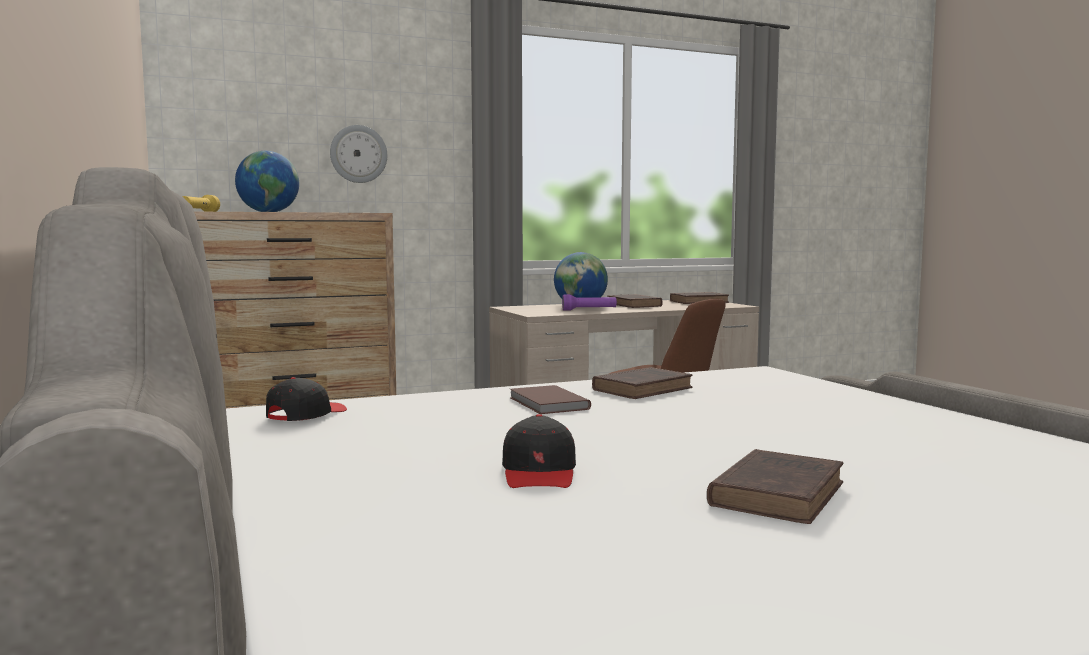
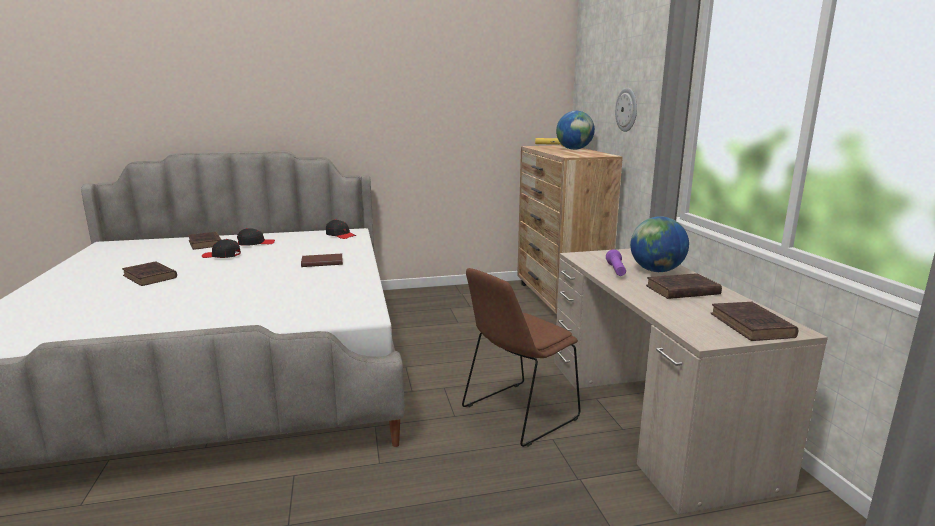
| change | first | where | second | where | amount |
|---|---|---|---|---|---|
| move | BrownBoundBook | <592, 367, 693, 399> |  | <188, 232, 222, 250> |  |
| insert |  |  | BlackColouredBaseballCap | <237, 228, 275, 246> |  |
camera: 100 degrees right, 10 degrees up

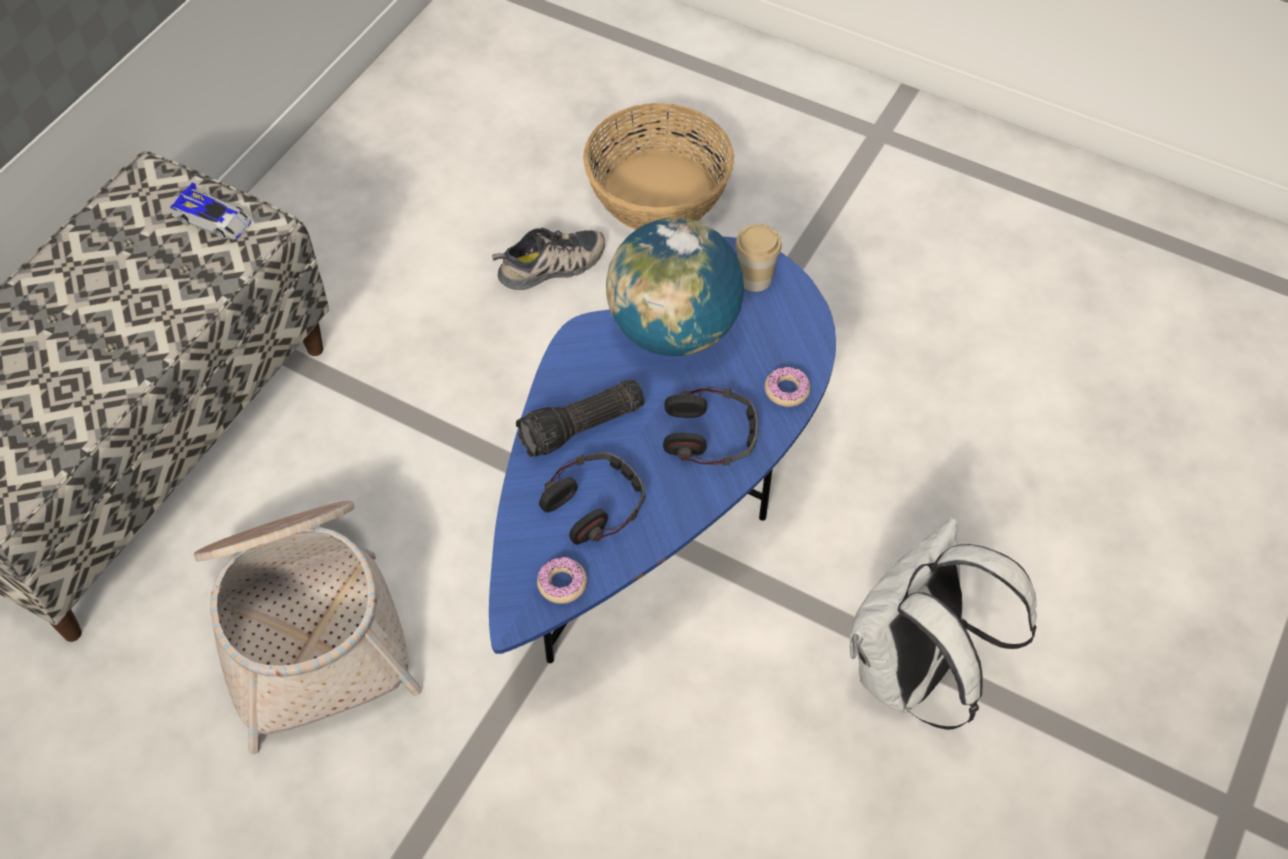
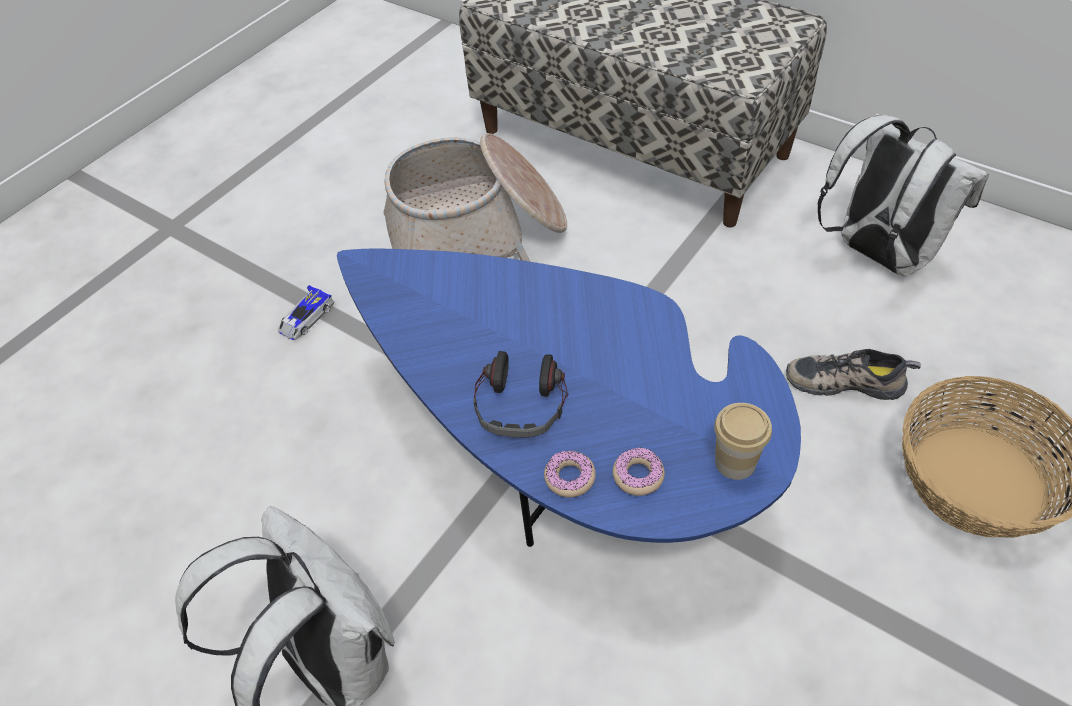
| change | first | where | second | where | amount |
|---|---|---|---|---|---|
| move | ModelCar | <170, 182, 252, 240> |  | <278, 285, 334, 340> |  |
| move | Doughnut | <537, 557, 587, 604> |  | <613, 448, 665, 496> |  |
| rotate | Shoe | <492, 227, 605, 290> |  | <786, 349, 921, 400> | 120 degrees clockwise |
| insert |  |  | WhitishKnapsack | <818, 113, 989, 276> |  |
| delete | Flashlight | <516, 379, 645, 458> |  |  |  |
| delete | Headset | <539, 452, 645, 545> |  |  |  |
| delete | Globe | <606, 218, 744, 356> |  |  |  |
camera: 100 degrees right, 5 degrees down

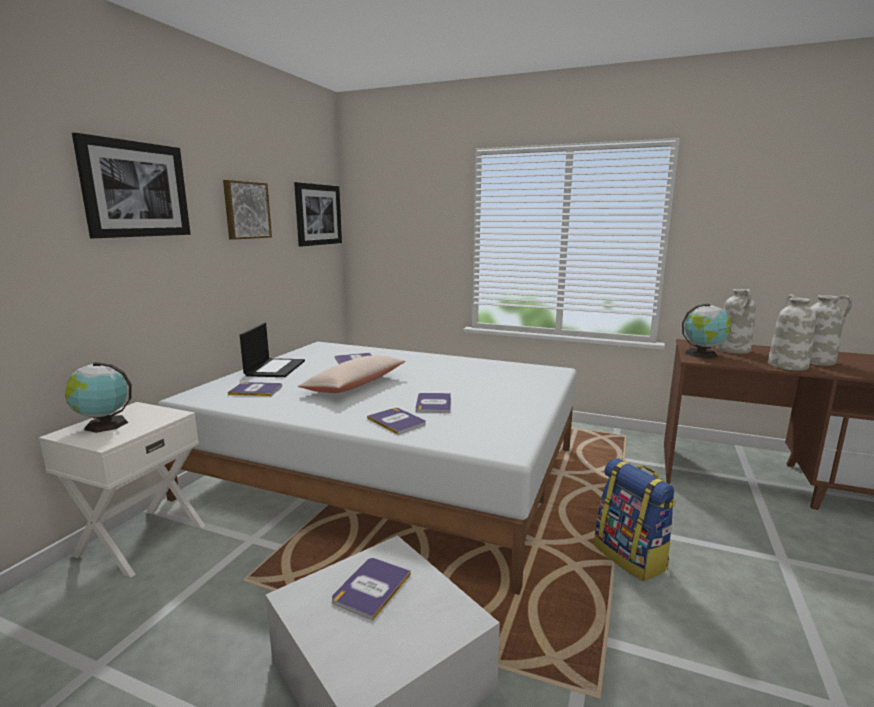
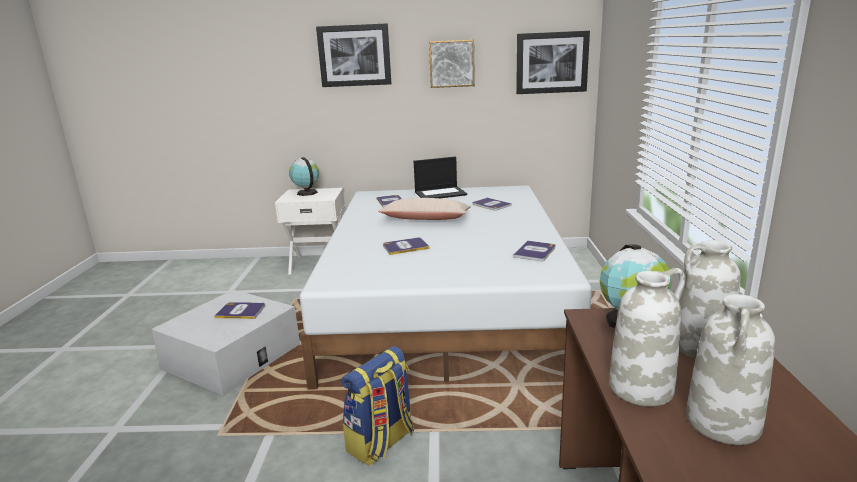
| change | first | where | second | where | amount |
|---|---|---|---|---|---|
| move | BoundBook | <367, 408, 426, 435> |  | <513, 240, 555, 261> |  |
camera: 70 degrees right, 5 degrees up

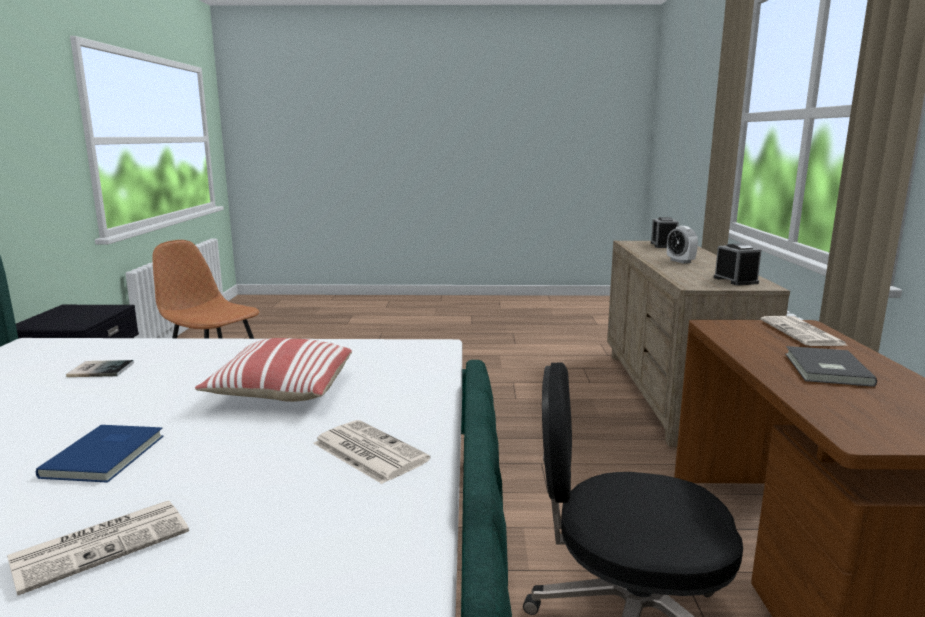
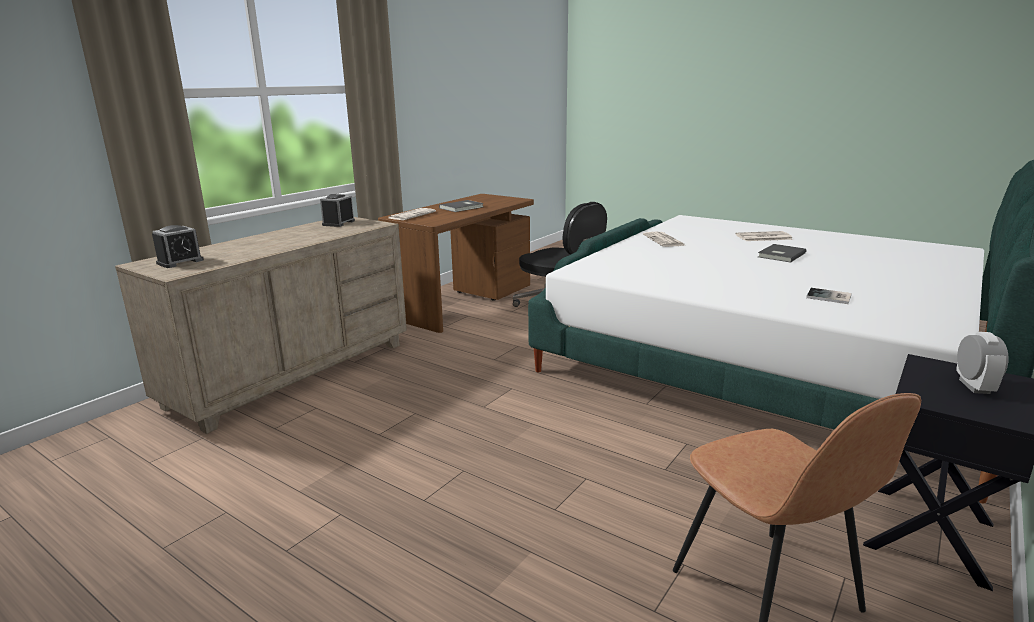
| change | first | where | second | where | amount |
|---|---|---|---|---|---|
| recolor | BlueBoundBook | <36, 425, 164, 483> | GreyishBoundBook | <758, 244, 806, 263> |  |
| move | BedsideClock | <667, 226, 698, 264> |  | <956, 332, 1009, 394> |  |
| delete | Cushion | <195, 338, 352, 402> |  |  |  |
camera: 145 degrees left, 5 degrees up

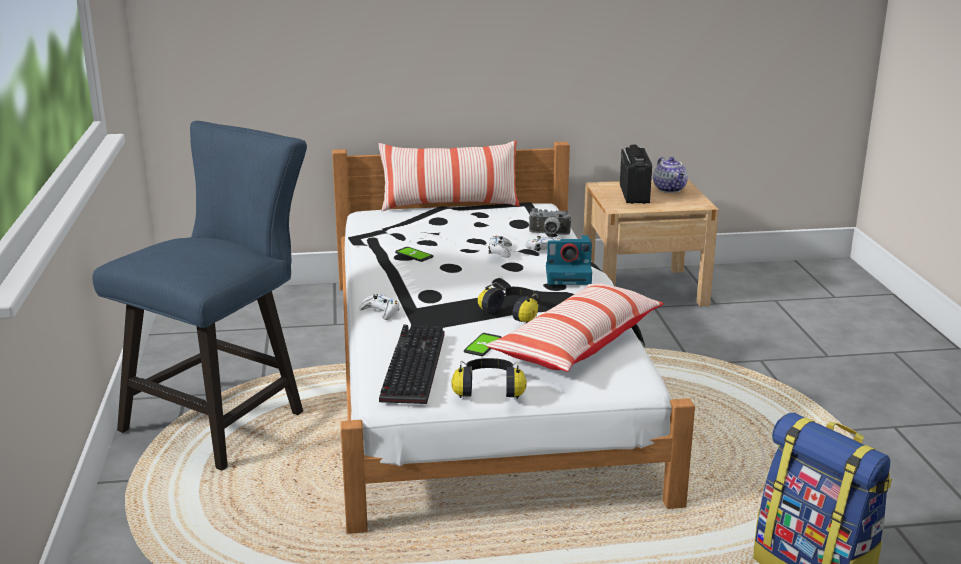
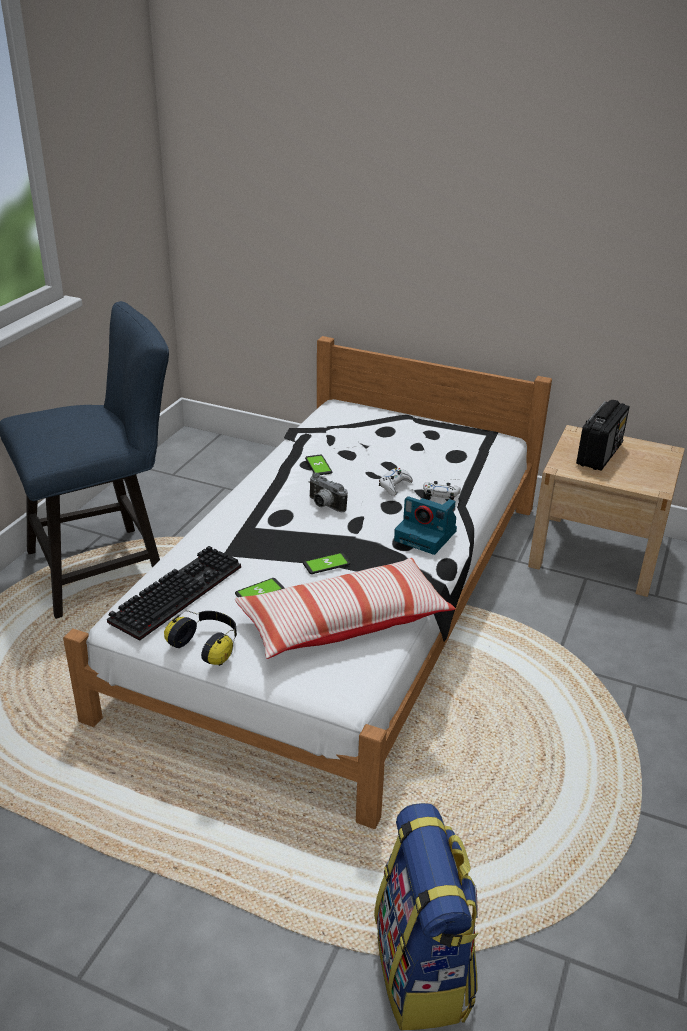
| change | first | where | second | where | amount |
|---|---|---|---|---|---|
| replace | Headset | <478, 282, 540, 323> | Handset | <303, 552, 351, 574> |  |
| move | StillCamera | <529, 208, 571, 235> |  | <309, 473, 348, 512> |  |
| delete | WhitishJoypad | <360, 294, 400, 320> |  |  |  |
| delete | Cushion | <379, 140, 520, 211> |  |  |  |
| delete | TeaPot | <653, 157, 688, 193> |  |  |  |
camera: 30 degrees right, 10 degrees up

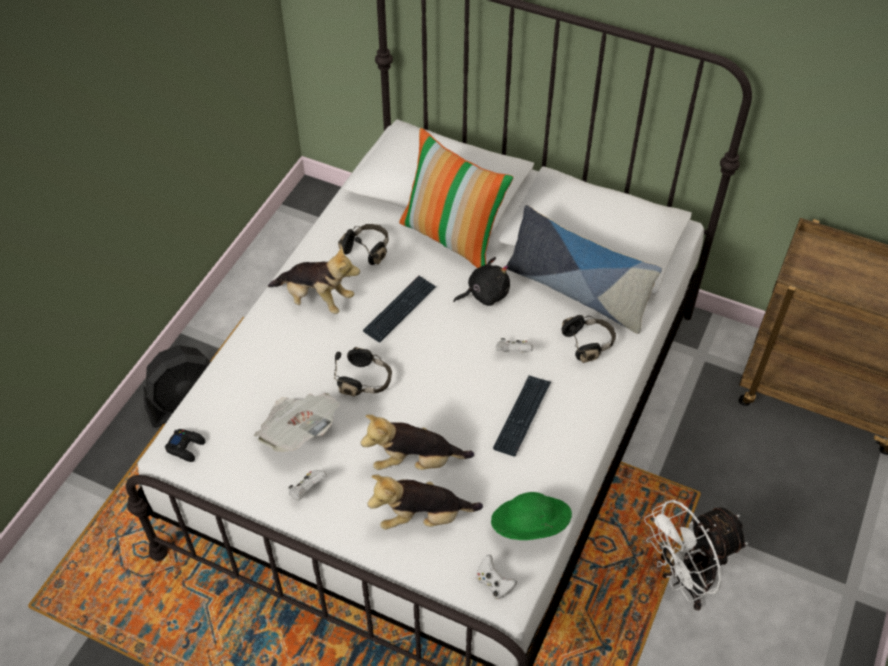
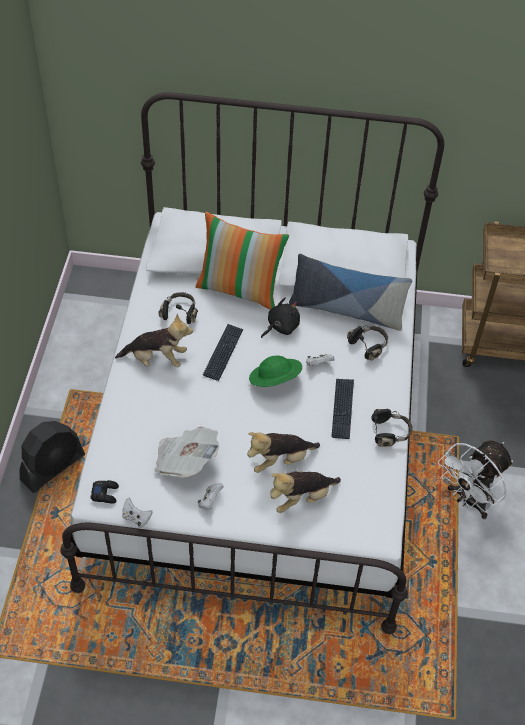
| change | first | where | second | where | amount |
|---|---|---|---|---|---|
| move | WhitishJoypad | <476, 554, 517, 600> |  | <122, 498, 153, 528> |  |
| move | GreenColouredClothingHat | <491, 492, 572, 540> |  | <249, 356, 302, 387> |  |
| move | BlackColouredHeadset | <334, 347, 392, 397> |  | <371, 409, 412, 447> |  |
camera: 20 degrees left, 0 degrees up

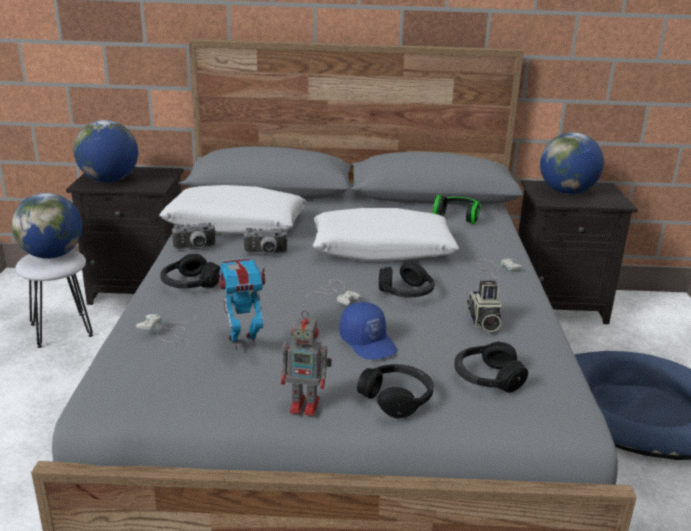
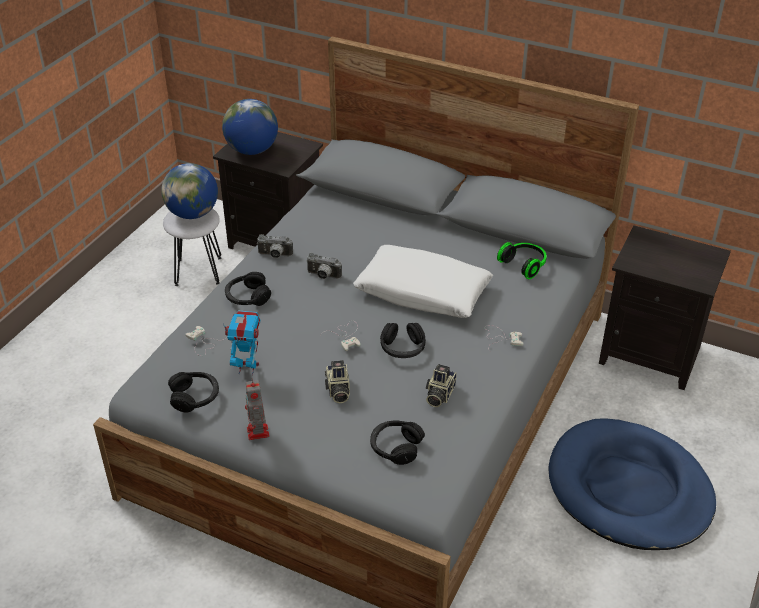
| change | first | where | second | where | amount |
|---|---|---|---|---|---|
| move | BlackColouredHeadset | <357, 364, 434, 419> |  | <168, 372, 219, 413> |  |
| rotate | ModelRobot | <281, 310, 332, 416> |  | <245, 379, 270, 440> | 45 degrees clockwise |
| replace | BlueBaseballCap | <340, 302, 397, 360> | StillCamera | <325, 360, 350, 403> |  |
| delete | WhitishCushion | <159, 185, 307, 234> |  |  |  |
| delete | Globe | <540, 132, 604, 194> |  |  |  |
camera: 25 degrees right, 15 degrees up

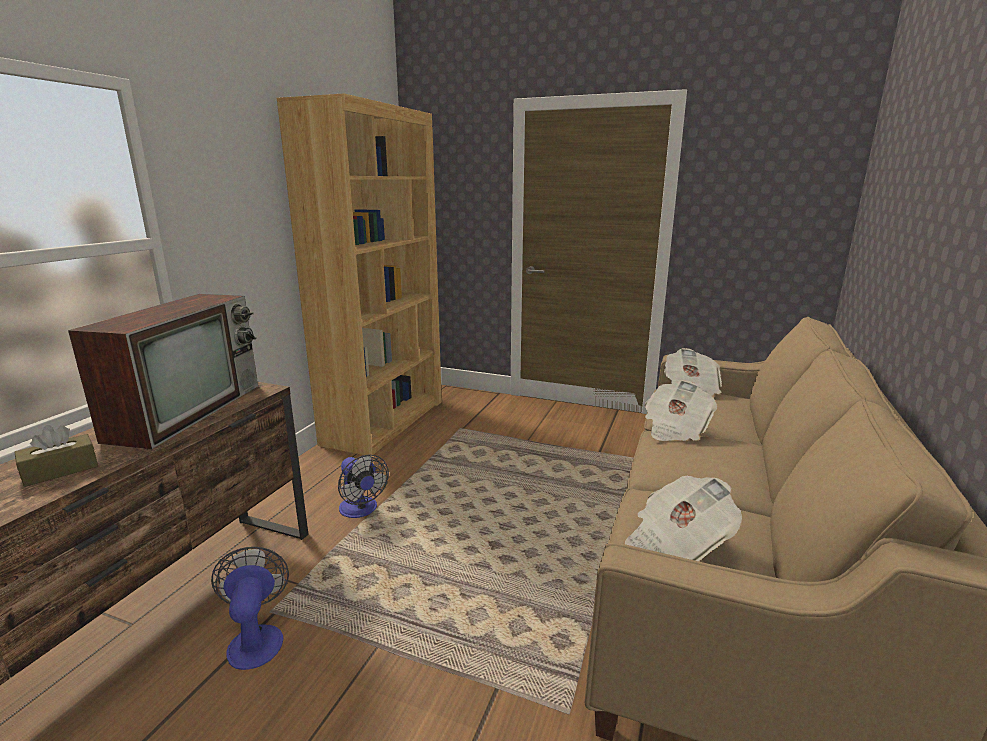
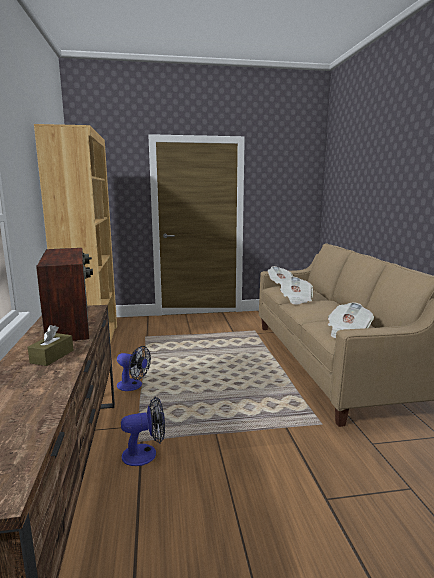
| change | first | where | second | where | amount |
|---|---|---|---|---|---|
| rotate | CoolingFan | <211, 547, 289, 670> |  | <121, 396, 165, 466> | 120 degrees clockwise |
camera: 30 degrees left, 5 degrees down

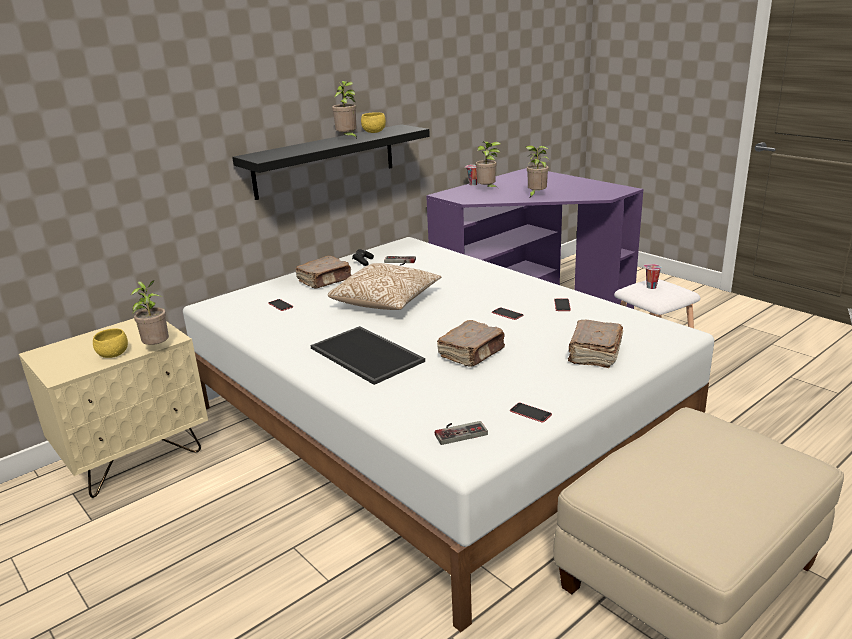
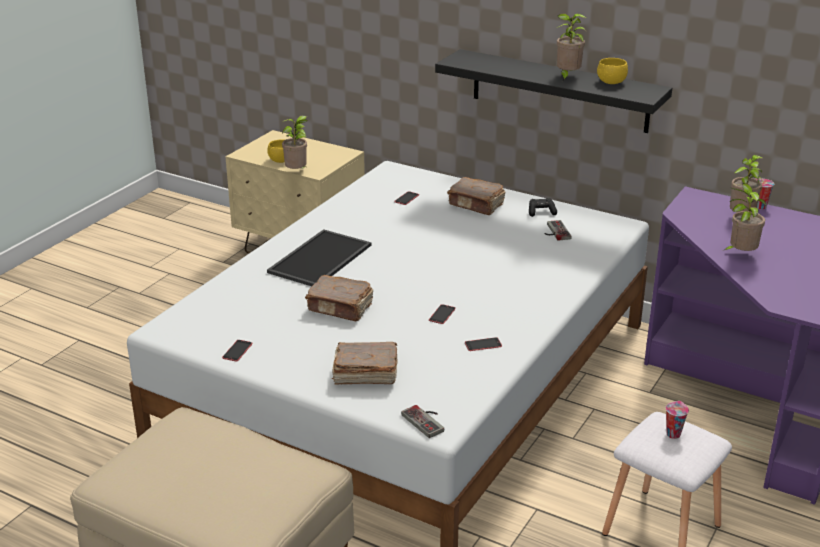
| change | first | where | second | where | amount |
|---|---|---|---|---|---|
| move | Joypad | <435, 421, 488, 445> |  | <401, 405, 444, 438> |  |
| delete | Cushion | <328, 263, 442, 310> |  |  |  |
camera: 70 degrees right, 5 degrees up

